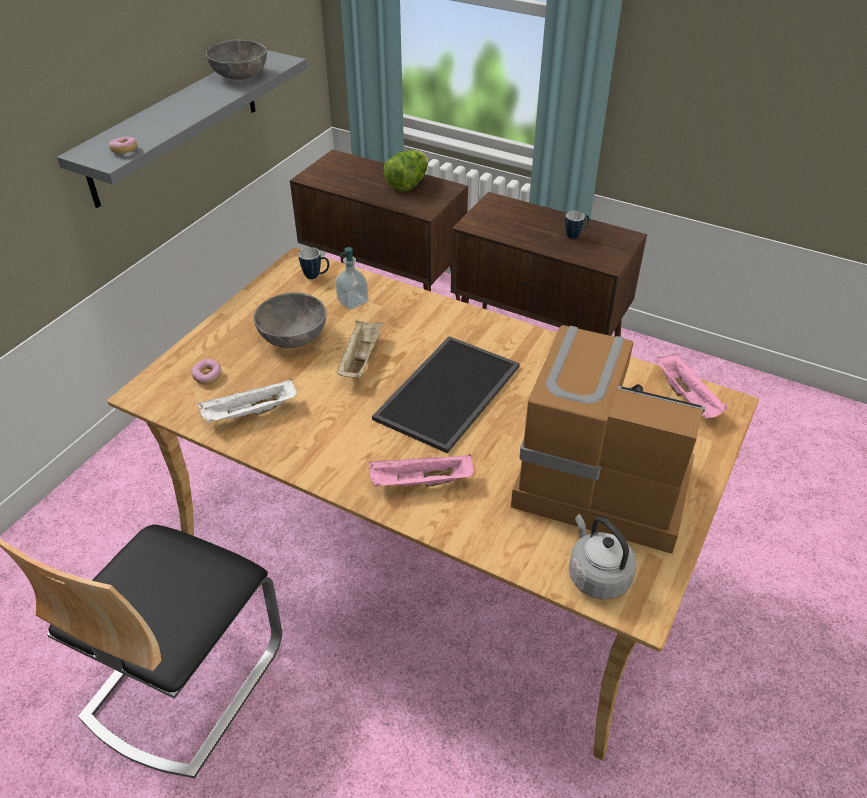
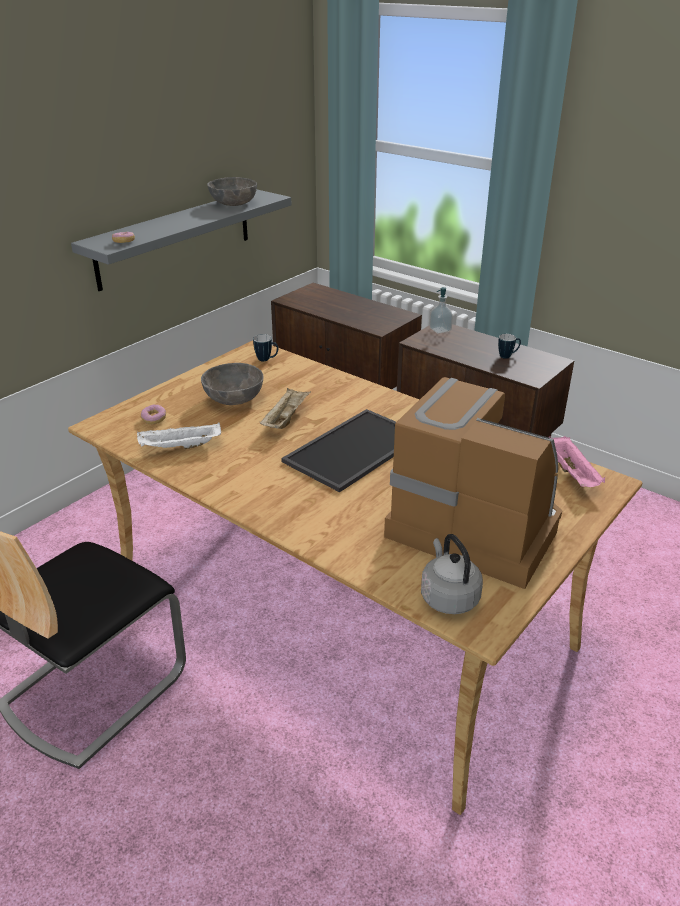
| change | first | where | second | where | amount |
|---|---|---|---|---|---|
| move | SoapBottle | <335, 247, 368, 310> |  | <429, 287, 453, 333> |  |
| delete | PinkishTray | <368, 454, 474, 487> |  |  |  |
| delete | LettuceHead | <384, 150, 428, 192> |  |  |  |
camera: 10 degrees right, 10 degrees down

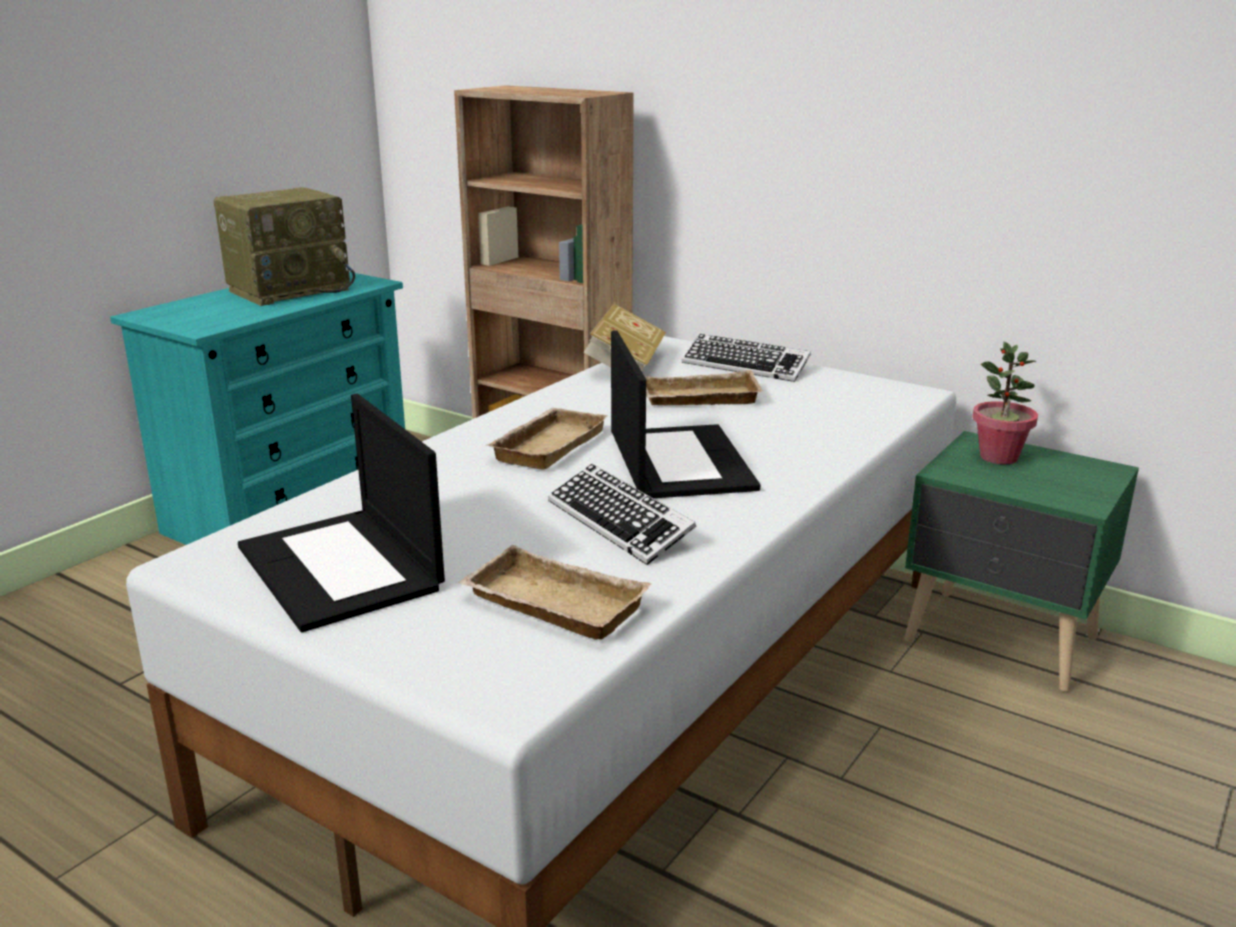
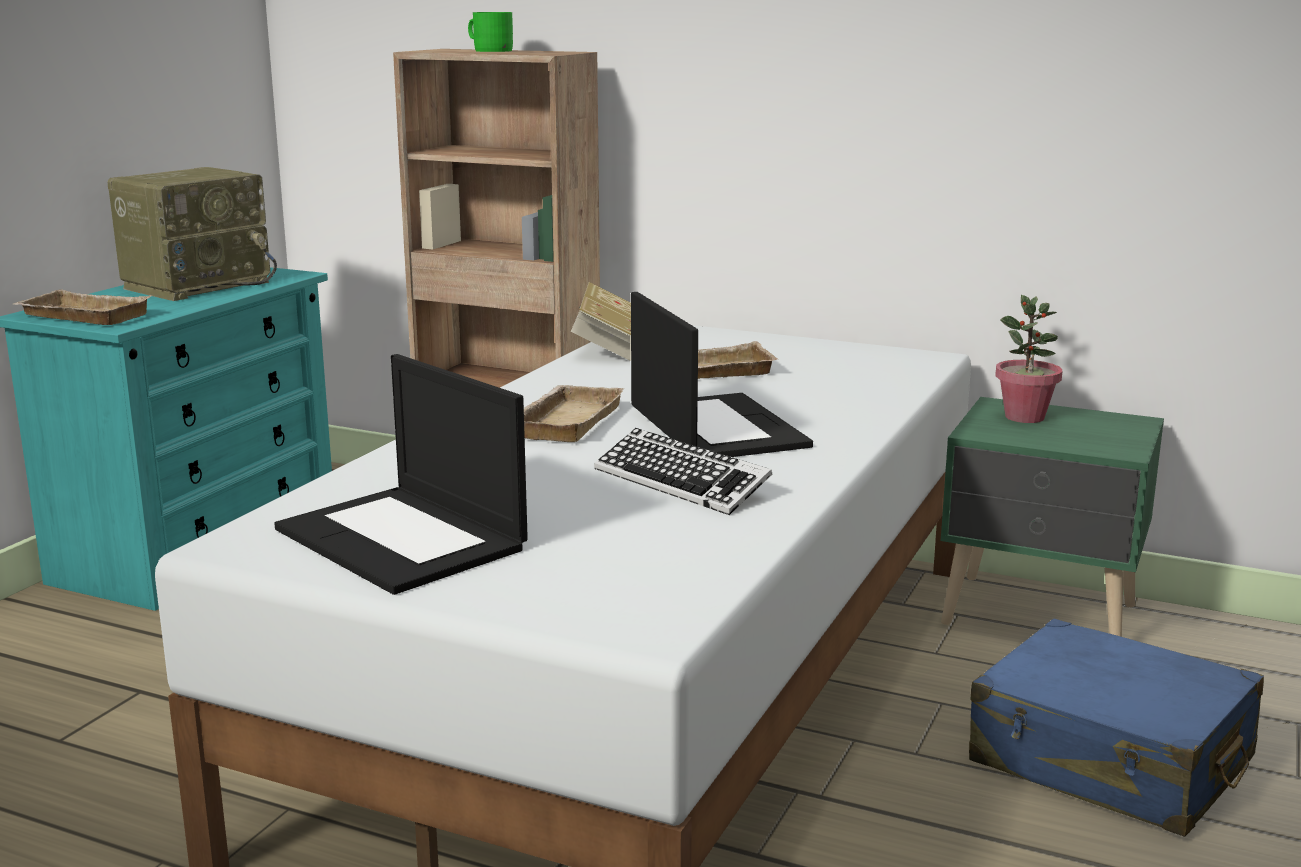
| change | first | where | second | where | amount |
|---|---|---|---|---|---|
| move | BeigeTray | <458, 545, 651, 640> |  | <13, 289, 152, 325> |  |
| insert |  |  | GreenColouredMug | <468, 12, 513, 52> |  |
| insert |  |  | BlueSuitcase | <969, 618, 1264, 837> |  |
| delete | ComputerKeyboard | <682, 334, 811, 382> |  |  |  |
camera: 10 degrees left, 5 degrees down

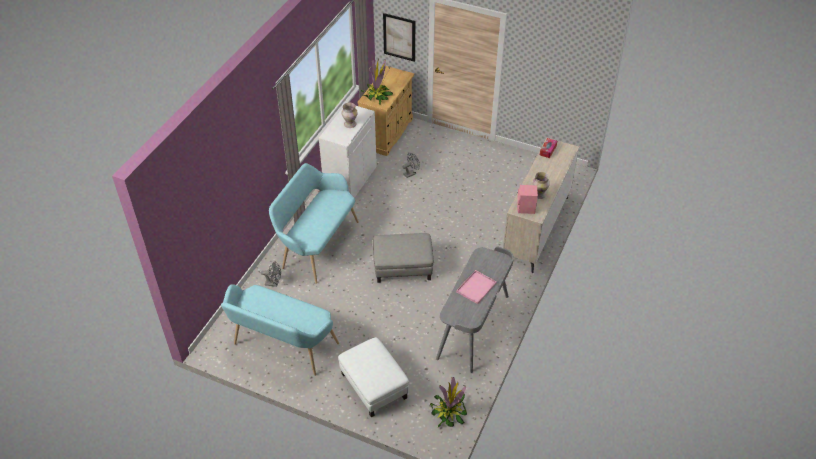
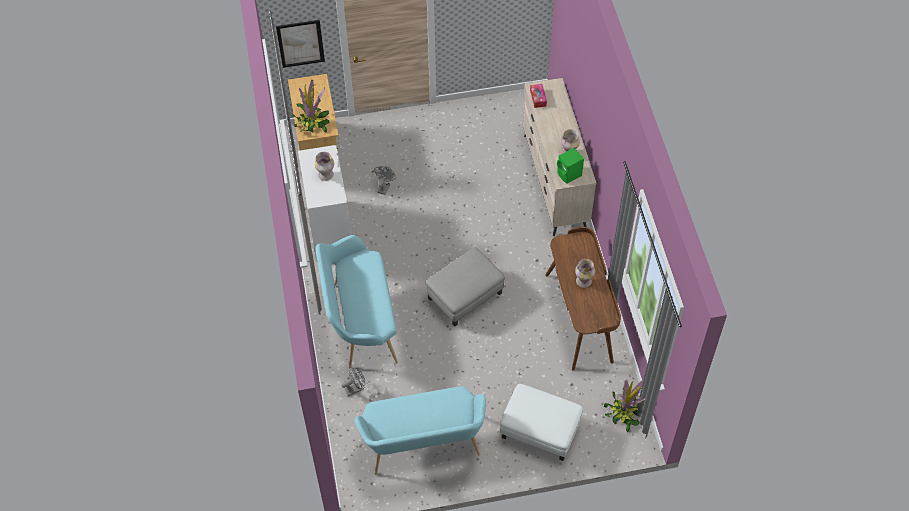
| change | first | where | second | where | amount |
|---|---|---|---|---|---|
| recolor | GreyishDesk | <436, 247, 514, 373> | BrownDesk | <545, 227, 621, 370> |  |
| recolor | PinkishLoudspeaker | <517, 185, 538, 214> | GreenColouredLoudspeaker | <557, 148, 584, 184> |  |
| replace | PinkishTray | <456, 270, 497, 304> | Vase | <575, 259, 595, 288> |  |
camera: 35 degrees left, 10 degrees up

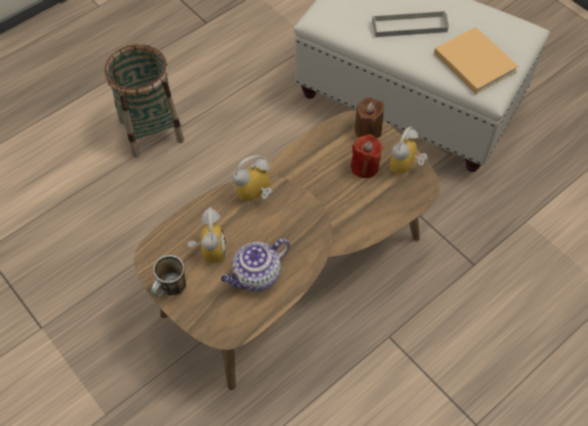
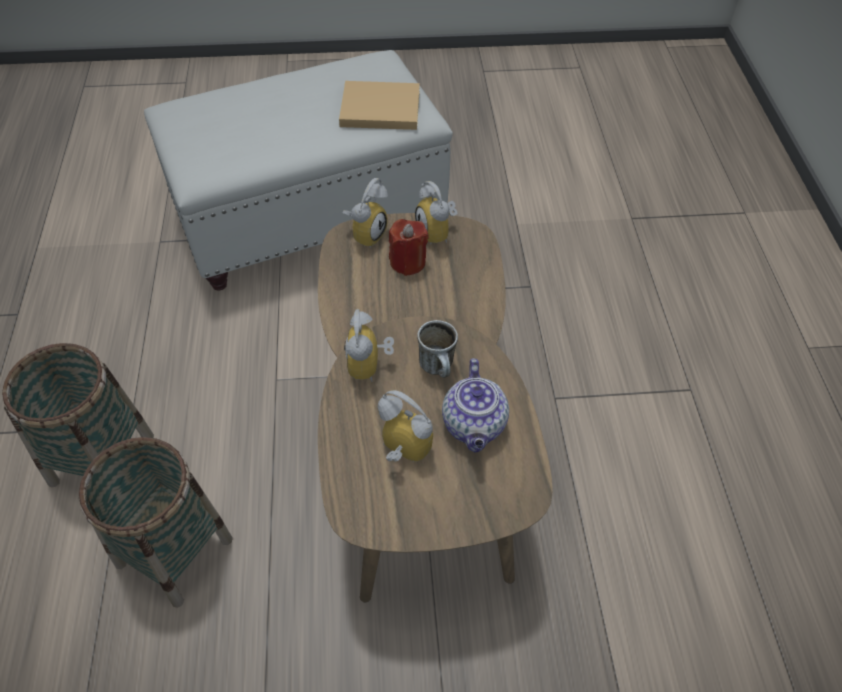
| change | first | where | second | where | amount |
|---|---|---|---|---|---|
| insert |  |  | StorageBasket | <78, 437, 233, 607> |  |
| replace | BrownWaxLight | <354, 97, 385, 138> | BedsideClock | <343, 178, 388, 248> |  |
| move | Mug | <151, 255, 186, 297> |  | <417, 320, 458, 378> |  |
| delete | GreyishTray | <372, 10, 449, 37> |  |  |  |
camera: 55 degrees left, 5 degrees down

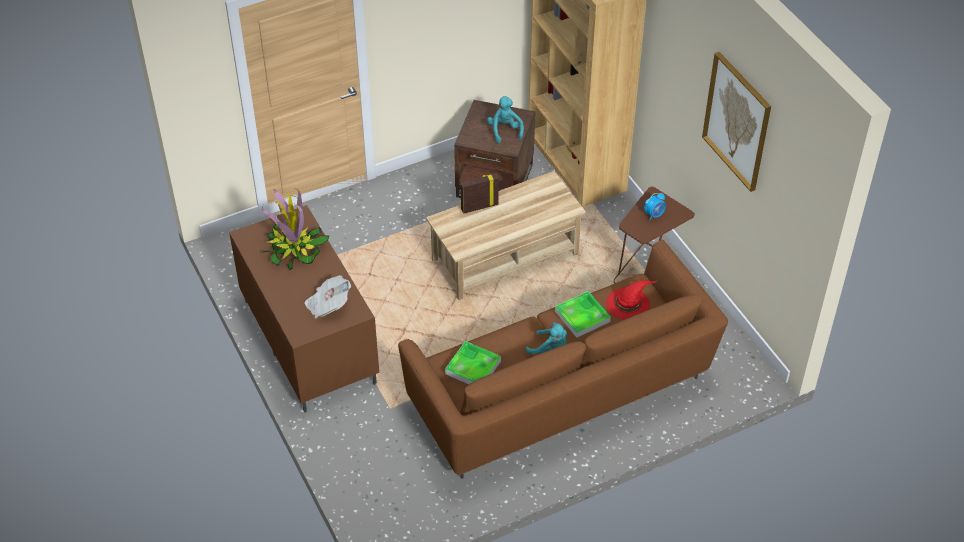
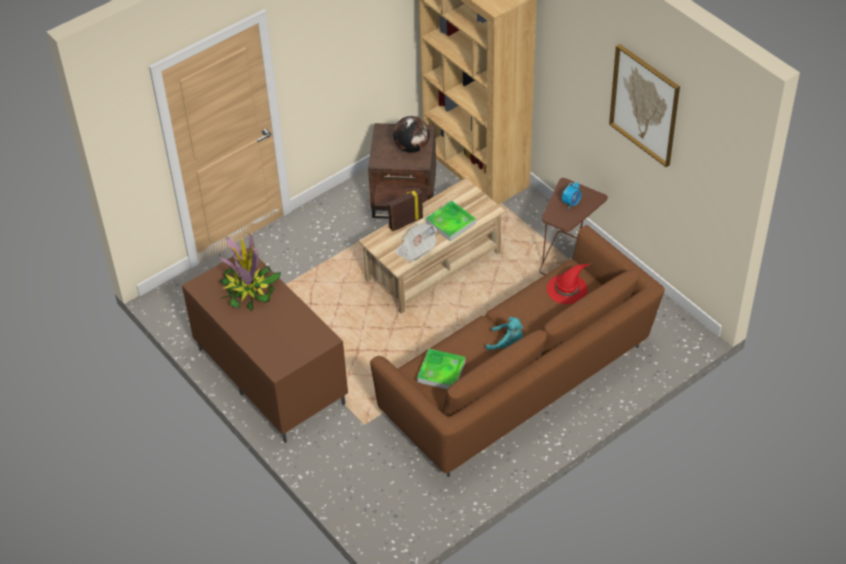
| change | first | where | second | where | amount |
|---|---|---|---|---|---|
| replace | BlueGreenSoftToy | <487, 96, 524, 143> | Globe | <393, 116, 429, 153> |  |
| move | DailyPaper | <305, 275, 351, 318> |  | <395, 223, 437, 263> |  |
| move | Tray | <555, 291, 611, 338> |  | <426, 201, 476, 241> |  |
camera: 10 degrees left, 0 degrees up

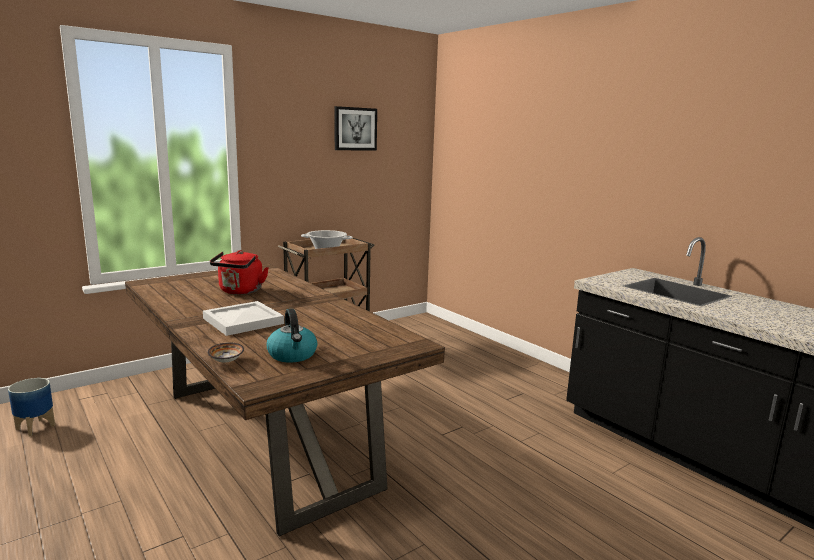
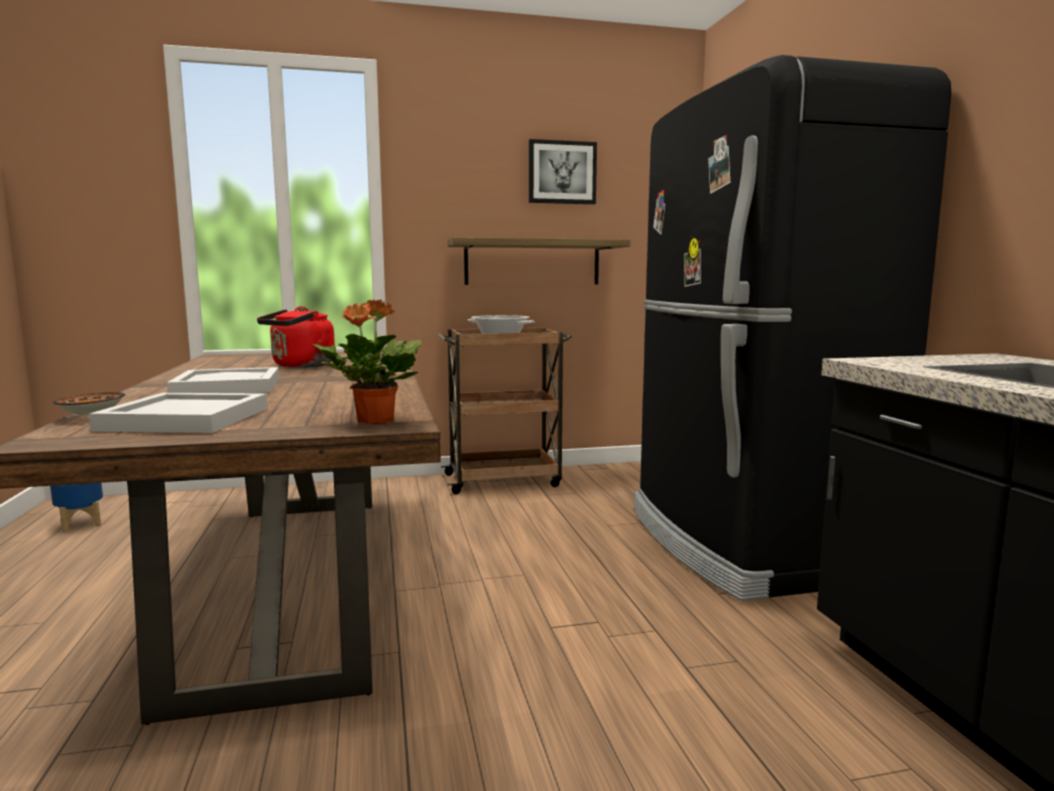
| change | first | where | second | where | amount |
|---|---|---|---|---|---|
| replace | TeaKettle | <267, 309, 317, 363> | WhitishTray | <89, 393, 267, 433> |  |
| insert |  |  | PlantInAPot | <313, 300, 422, 424> |  |
| insert |  |  | BracketShelf | <447, 237, 630, 285> |  |
| insert |  |  | BlackColouredKitchenFridge | <634, 55, 951, 601> |  |
camera: 25 degrees right, 5 degrees down

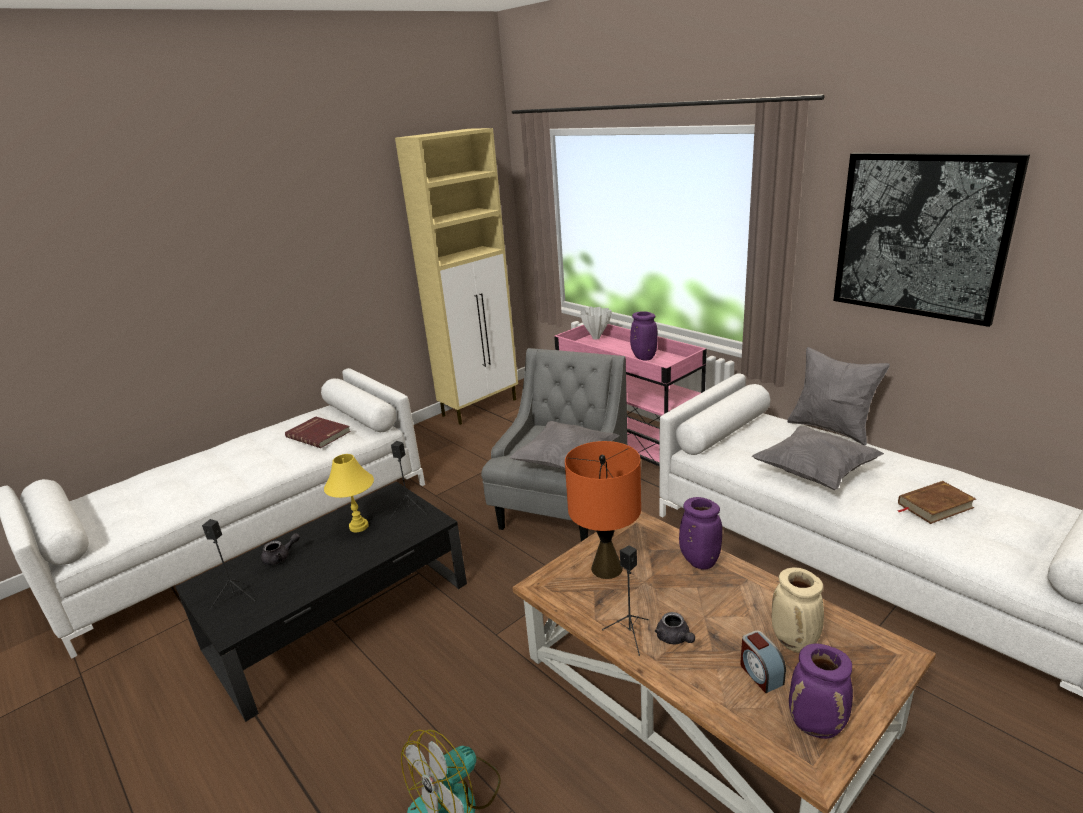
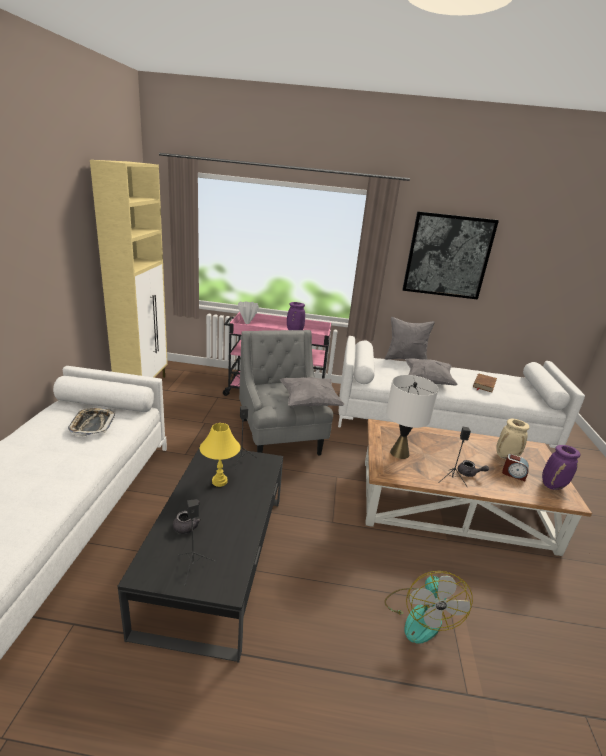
| change | first | where | second | where | amount |
|---|---|---|---|---|---|
| replace | RedBoundBook | <285, 416, 351, 448> | Tray | <68, 408, 115, 436> |  |
| recolor | OrangeColouredTabletopLamp | <565, 441, 641, 579> | WhitishTabletopLamp | <386, 375, 438, 459> |  |
| delete | PurplishVase | <679, 497, 722, 570> |  |  |  |
camera: 45 degrees left, 0 degrees up

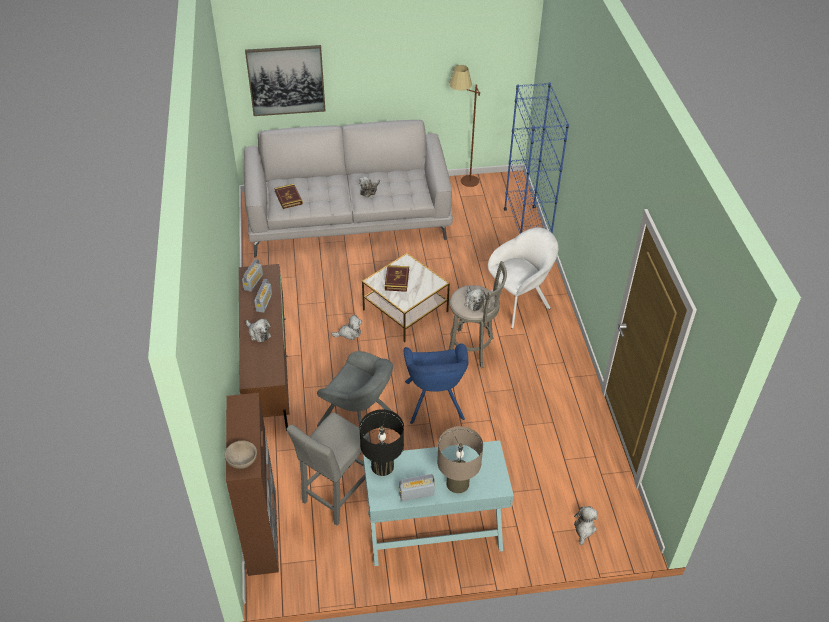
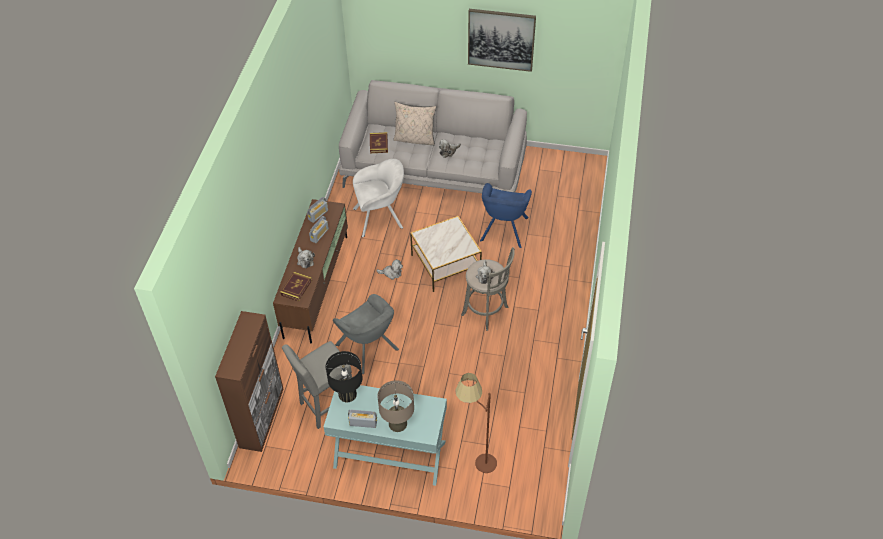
| change | first | where | second | where | amount |
|---|---|---|---|---|---|
| move | BoundBook | <385, 265, 409, 292> |  | <280, 272, 312, 301> |  |
| move | WhitishArmchair | <488, 227, 558, 329> |  | <353, 159, 404, 237> |  |
| insert |  |  | BeigeCushion | <393, 102, 436, 145> |  |
| move | BrownFloorLamp | <449, 65, 480, 187> |  | <455, 373, 497, 473> |  |
| move | WallArt | <245, 45, 326, 116> |  | <468, 9, 536, 72> |  |
| move | BlueArmchair | <404, 343, 468, 424> |  | <480, 183, 532, 248> |  |
| delete | BeigeServingBowl | <224, 441, 257, 469> |  |  |  |
| delete | BlueBookshelf | <504, 82, 569, 234> |  |  |  |
| delete | SoftToy | <574, 506, 598, 545> |  |  |  |
camera: 20 degrees right, 5 degrees up

